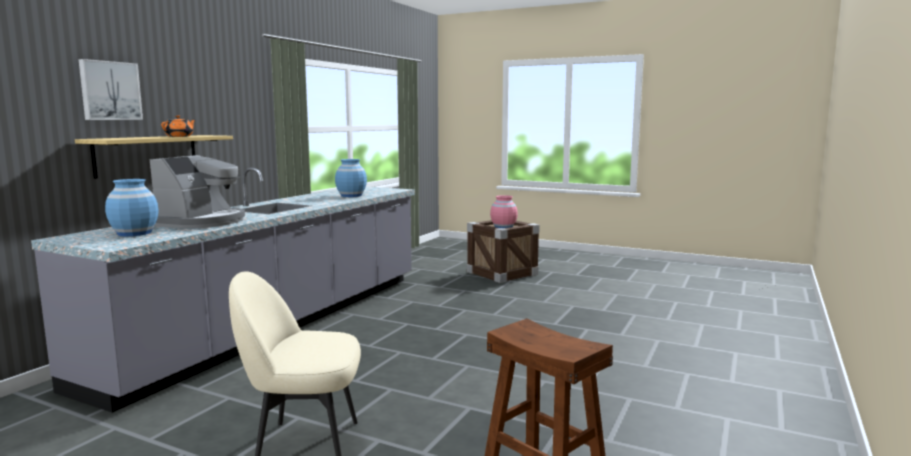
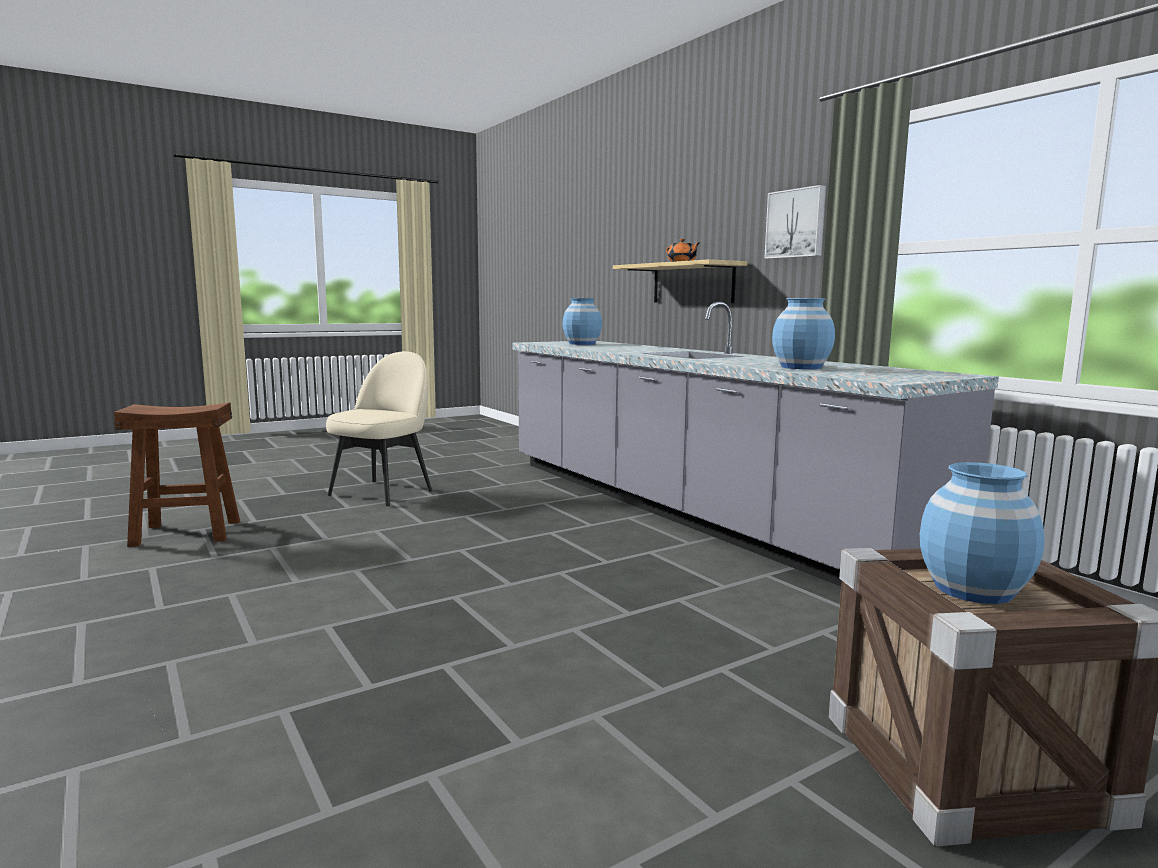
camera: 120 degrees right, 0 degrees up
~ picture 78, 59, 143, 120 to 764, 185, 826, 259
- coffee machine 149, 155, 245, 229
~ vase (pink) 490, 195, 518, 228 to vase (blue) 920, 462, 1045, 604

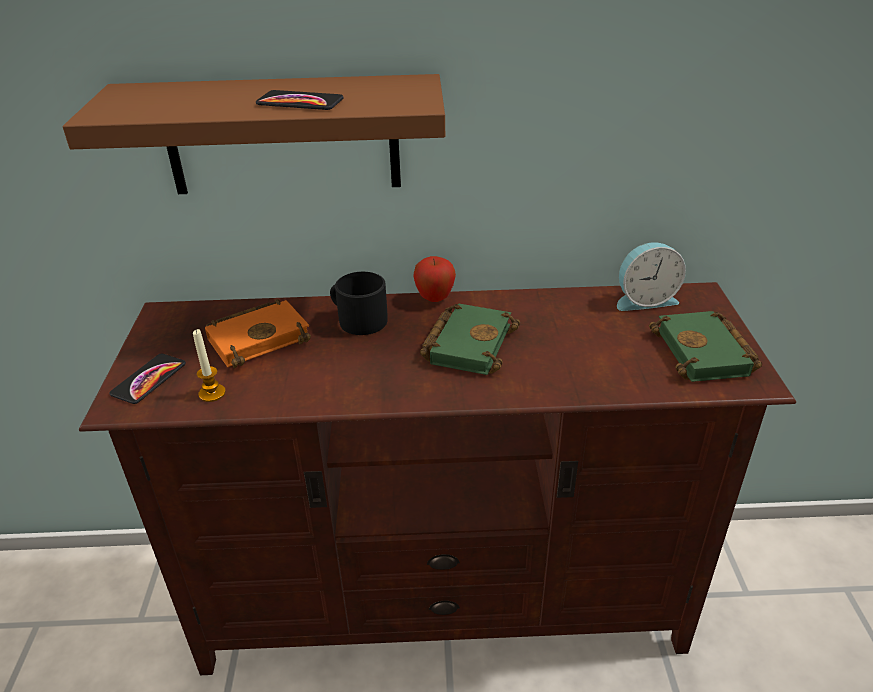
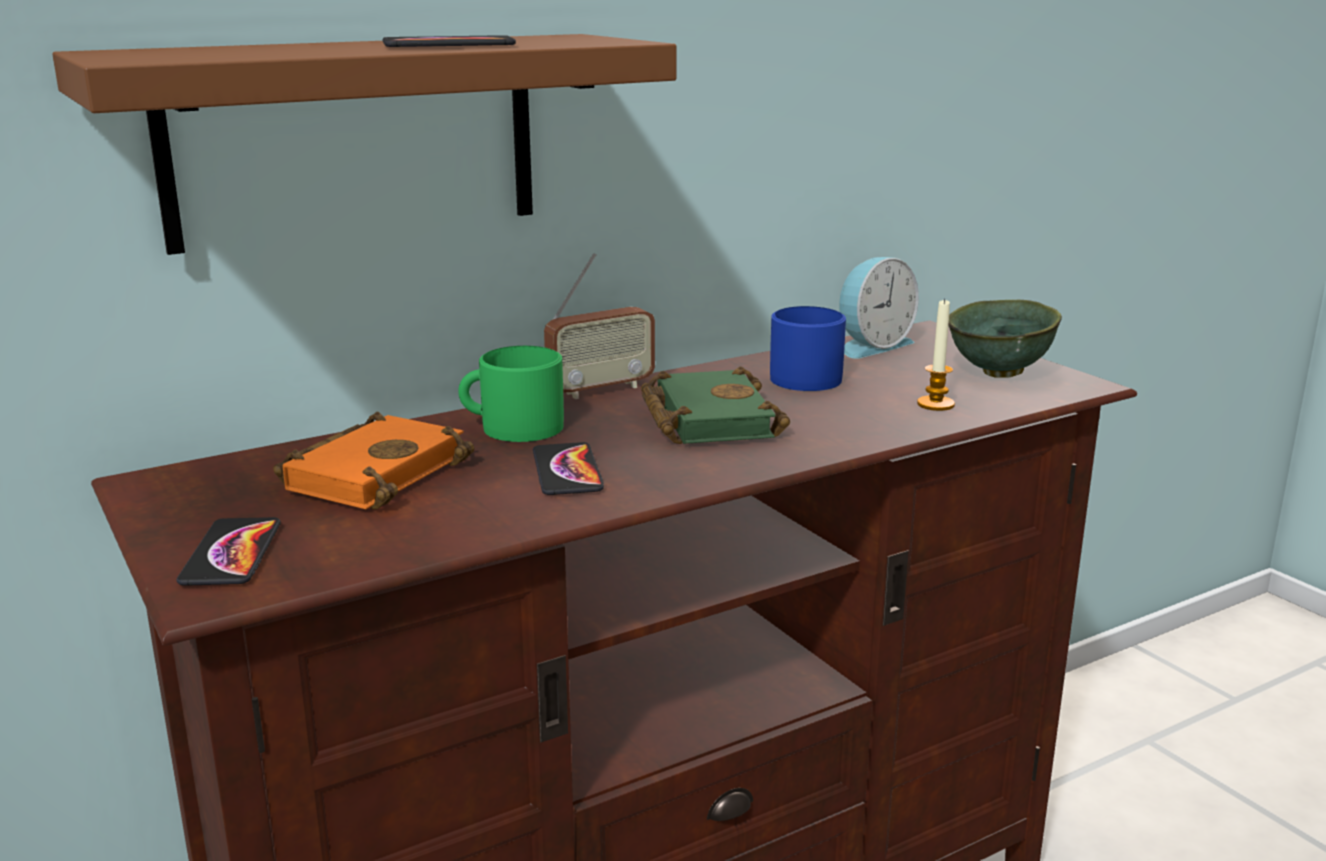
camera: 30 degrees left, 15 degrees down
~ apple 413, 256, 456, 302 to radio 544, 253, 655, 399
~ mug (black) 330, 272, 388, 335 to mug (green) 458, 346, 564, 442
~ book (green) 649, 311, 762, 382 to bowl (green) 948, 300, 1062, 378
~ candle 193, 329, 226, 402 to 917, 298, 955, 411
+ mug (blue) 770, 306, 846, 391
+ phone 533, 442, 604, 495

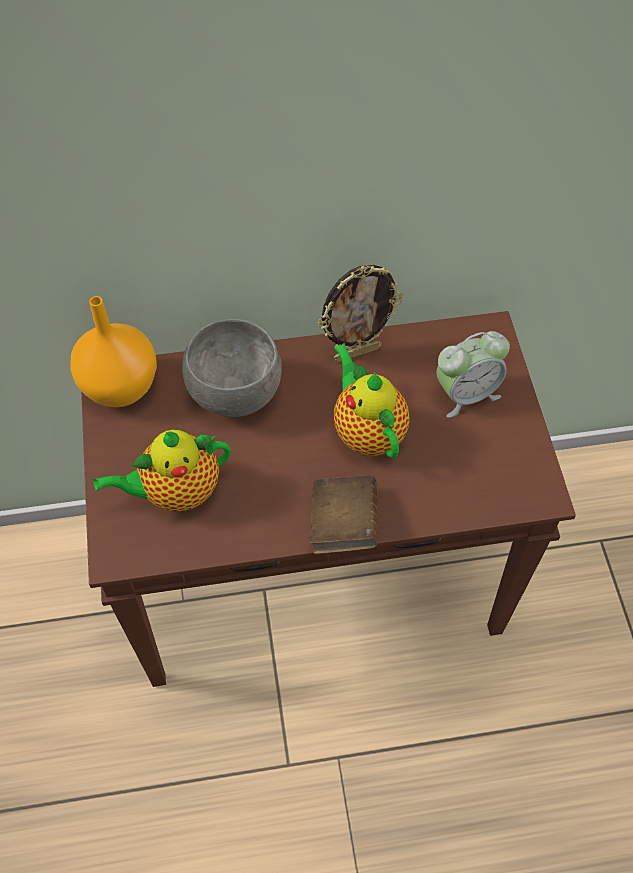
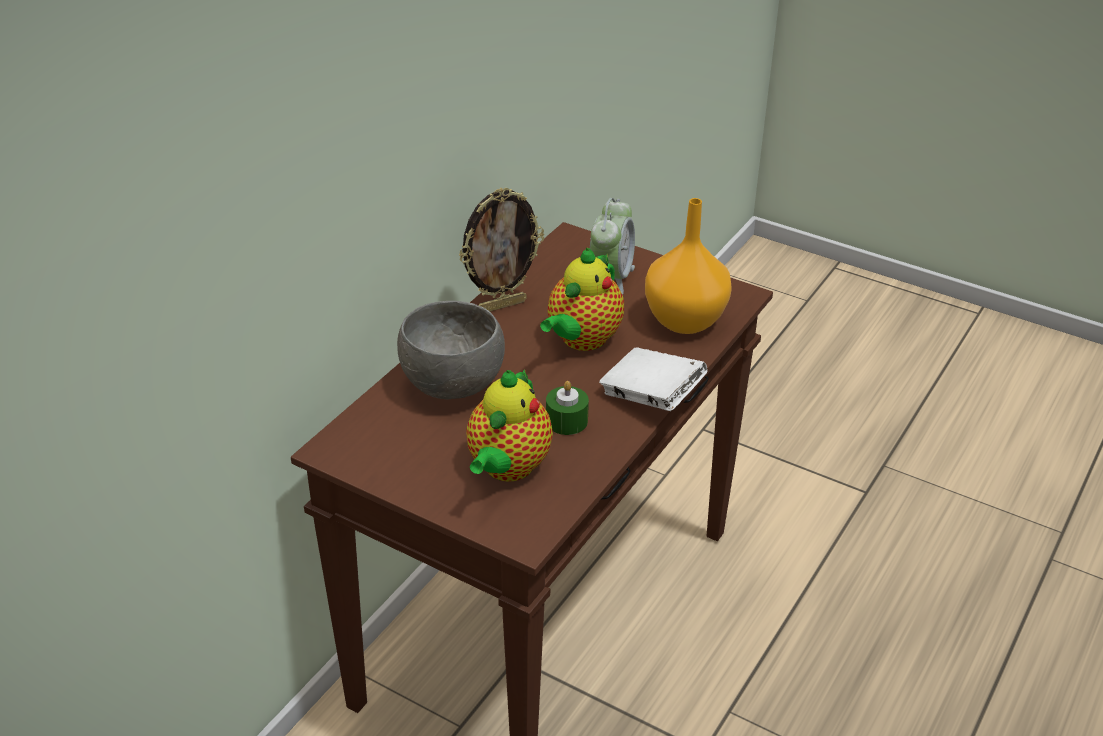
camera: 50 degrees left, 20 degrees down
~ picture frame 318, 265, 403, 363 = 459, 188, 544, 312 45 degrees clockwise
~ vase (orange) 71, 296, 157, 407 to 645, 198, 732, 334
~ teapot 334, 343, 410, 458 = 540, 247, 624, 351 75 degrees counterclockwise
~ book (brown) 309, 475, 377, 554 to book (white) 599, 348, 707, 411
+ candle (green) 546, 381, 589, 435

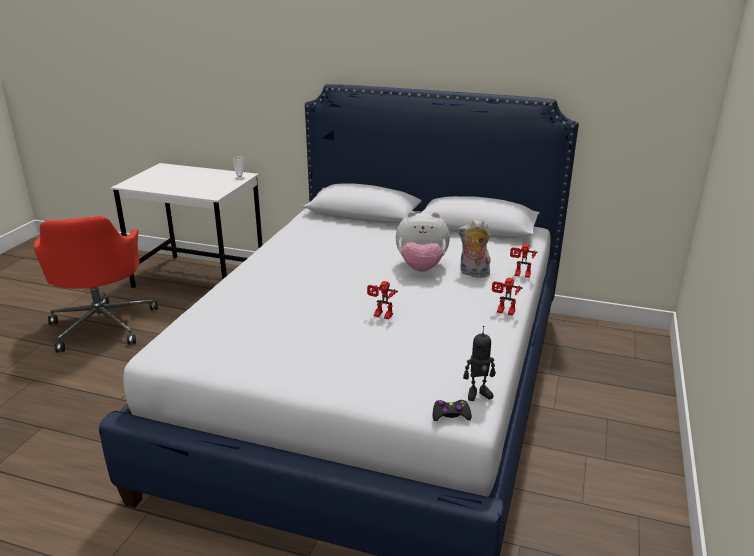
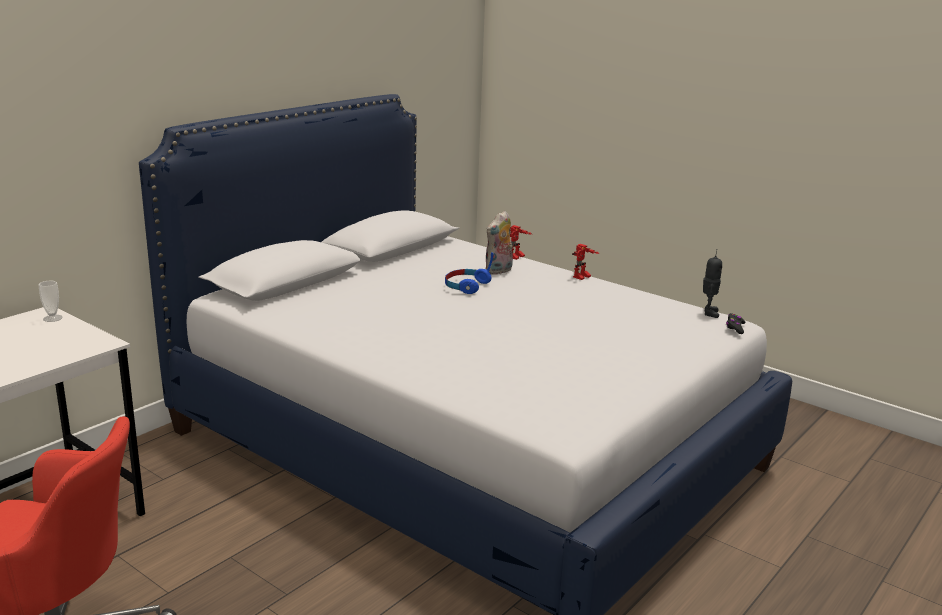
camera: 70 degrees left, 5 degrees down
~ plush toy 396, 211, 450, 272 to headphones (blue) 445, 252, 494, 294
- toy robot 367, 281, 398, 319

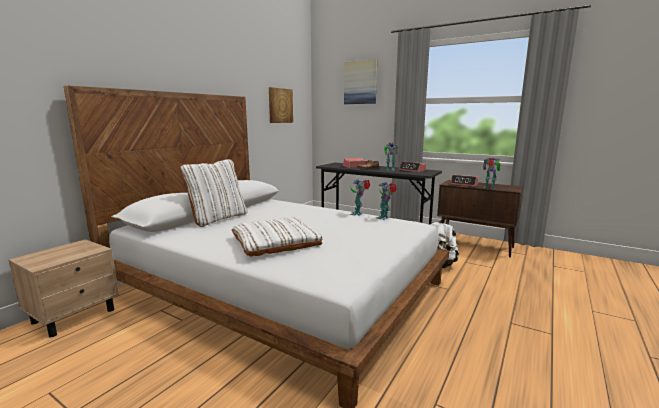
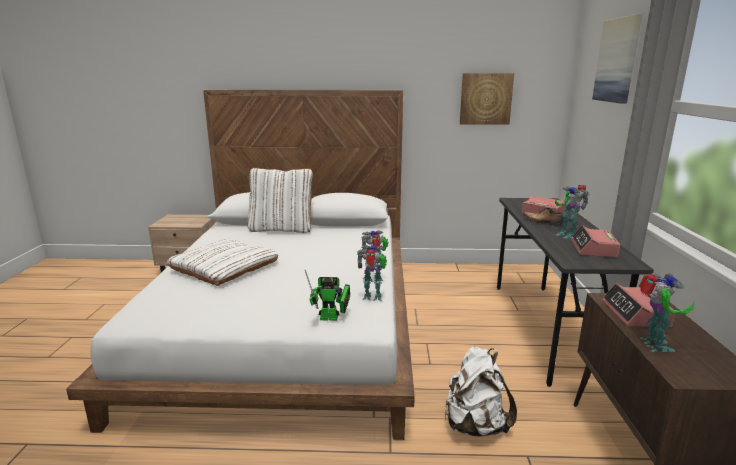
camera: 60 degrees right, 5 degrees up
+ toy robot 305, 270, 350, 321

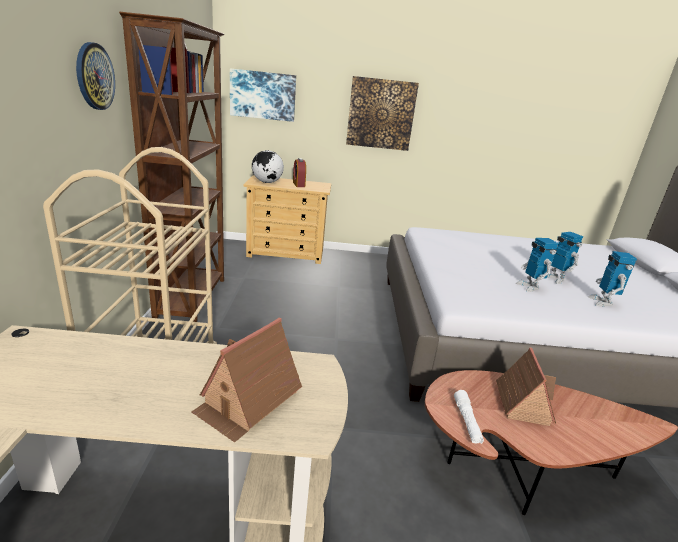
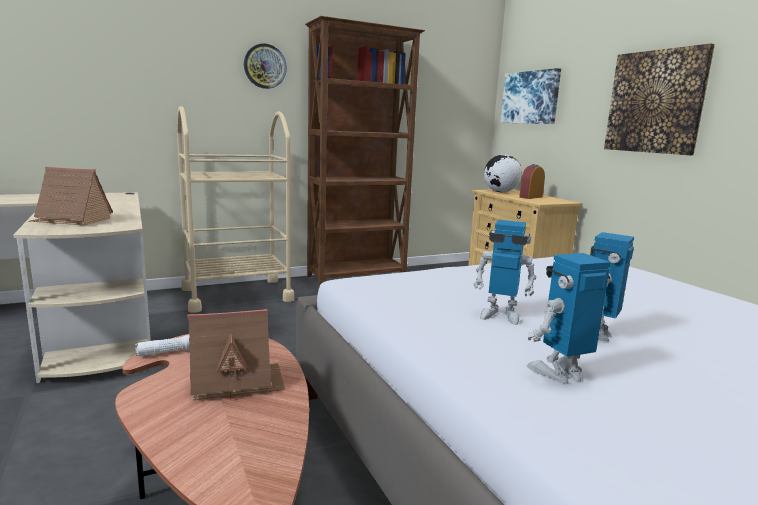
camera: 65 degrees right, 10 degrees down
~ toy robot 516, 238, 558, 292 = 473, 220, 536, 325 120 degrees counterclockwise

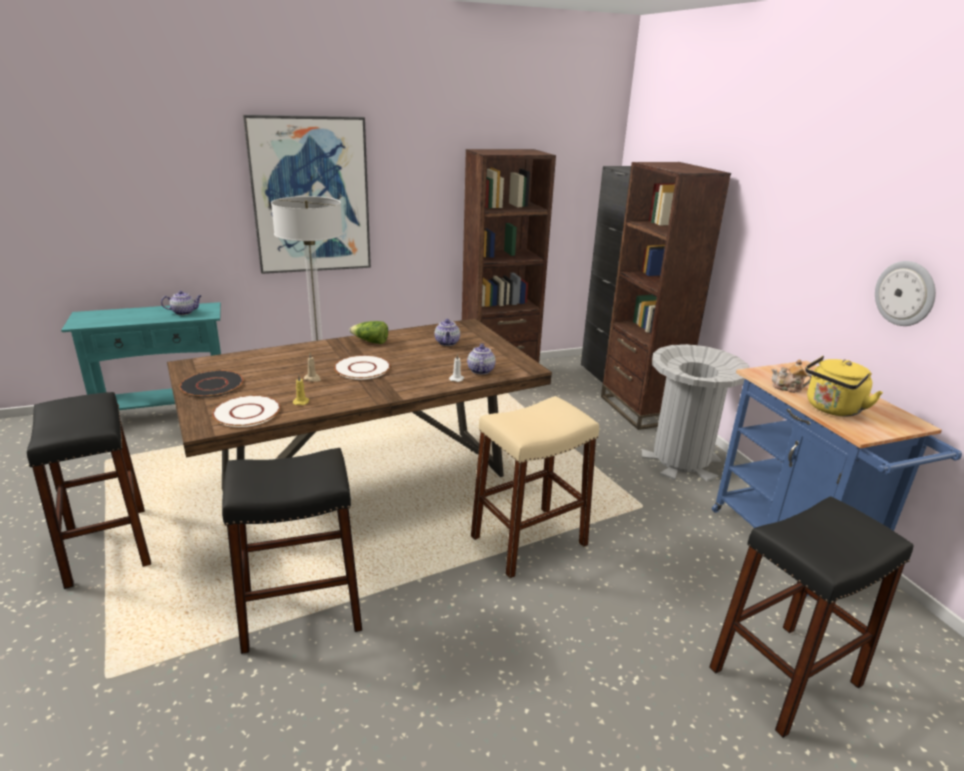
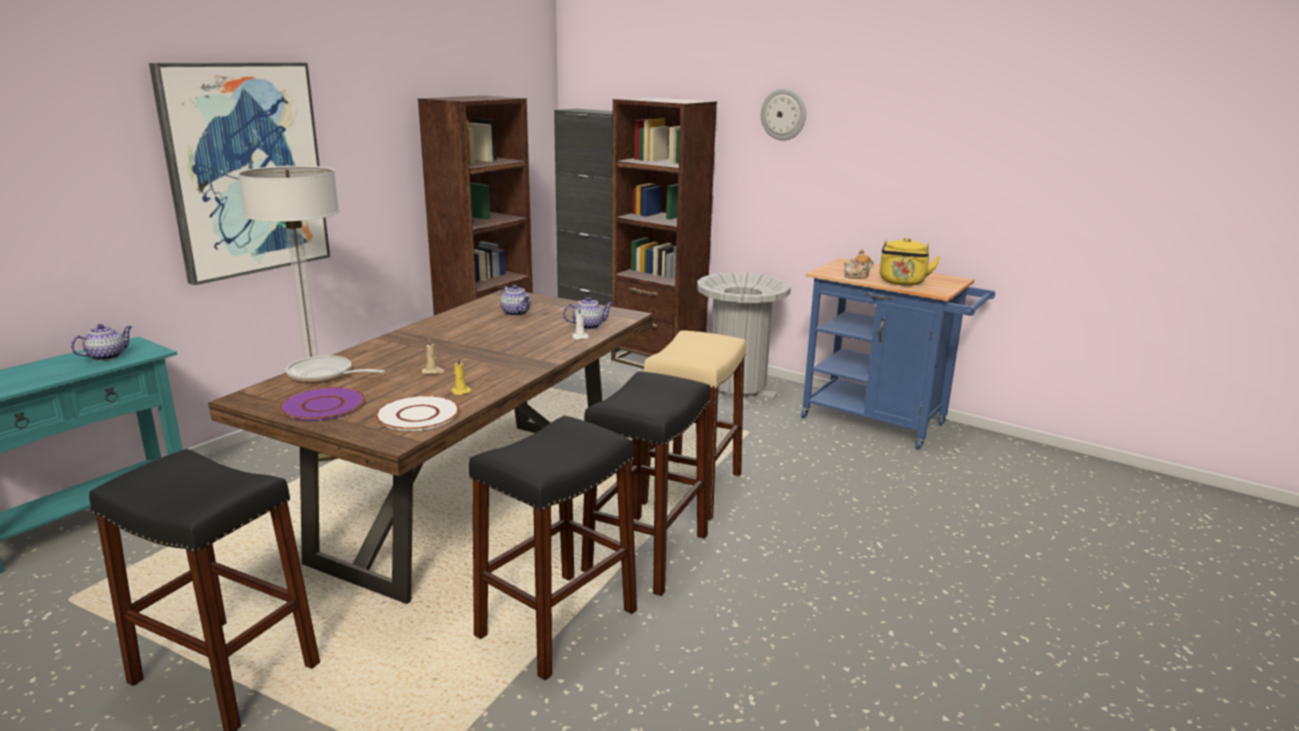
camera: 35 degrees left, 5 degrees down
~ wall clock 875, 261, 936, 326 to 761, 88, 806, 141
- lettuce 350, 321, 388, 344
~ teapot 467, 344, 495, 374 = 563, 297, 613, 330 105 degrees clockwise
- plate (white) 334, 355, 390, 379
~ plate (black) 179, 370, 244, 398 to plate (purple) 280, 387, 365, 421
~ stool (black) 709, 496, 913, 738 to 581, 371, 711, 596
+ frying pan 286, 355, 385, 383

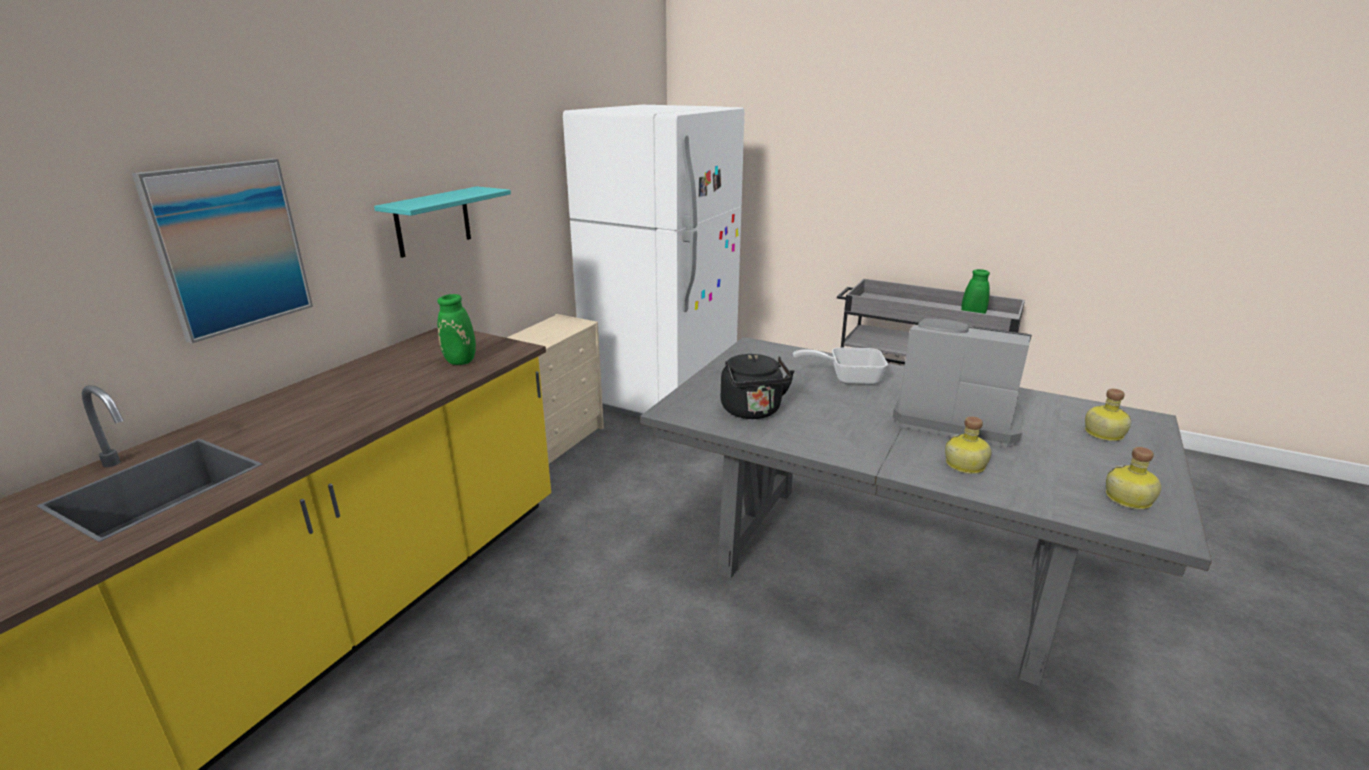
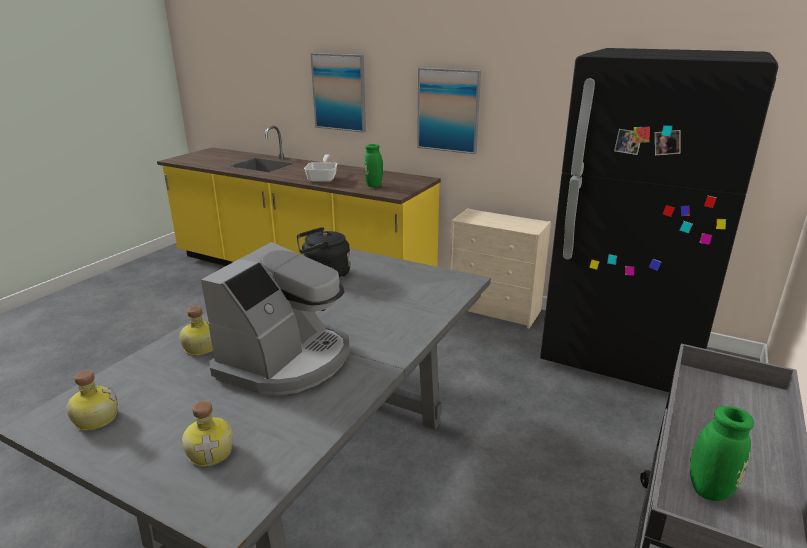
camera: 90 degrees right, 0 degrees up
~ fridge (white) 563, 105, 744, 417 to fridge (black) 540, 48, 778, 392
~ shelf (turquoise) 374, 186, 511, 258 to picture 417, 68, 481, 154
~ frying pan 793, 348, 888, 385 to 304, 154, 338, 182

